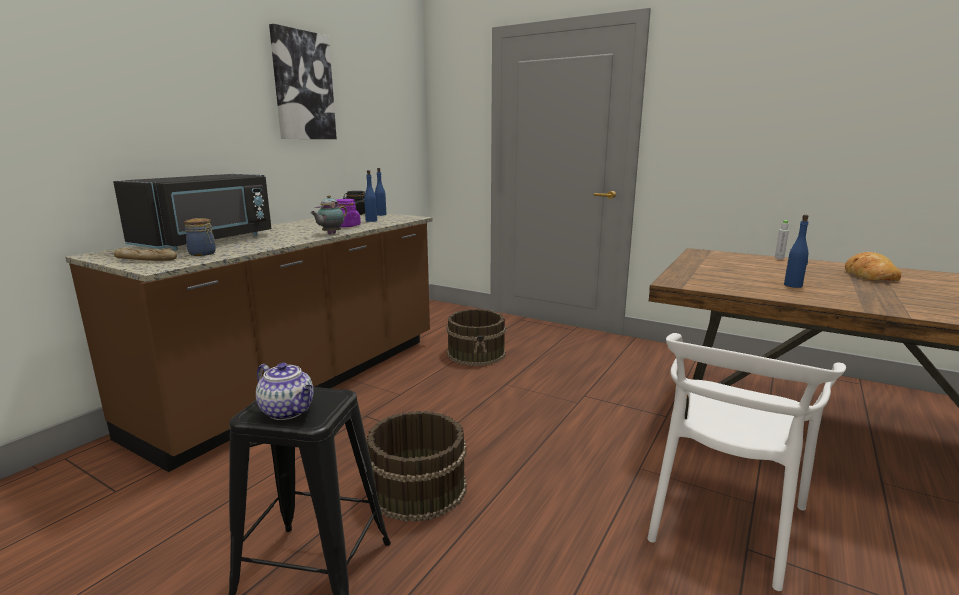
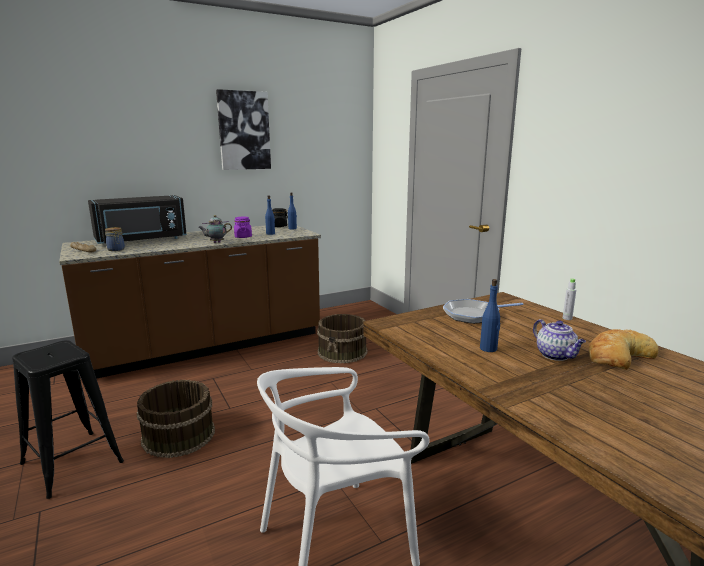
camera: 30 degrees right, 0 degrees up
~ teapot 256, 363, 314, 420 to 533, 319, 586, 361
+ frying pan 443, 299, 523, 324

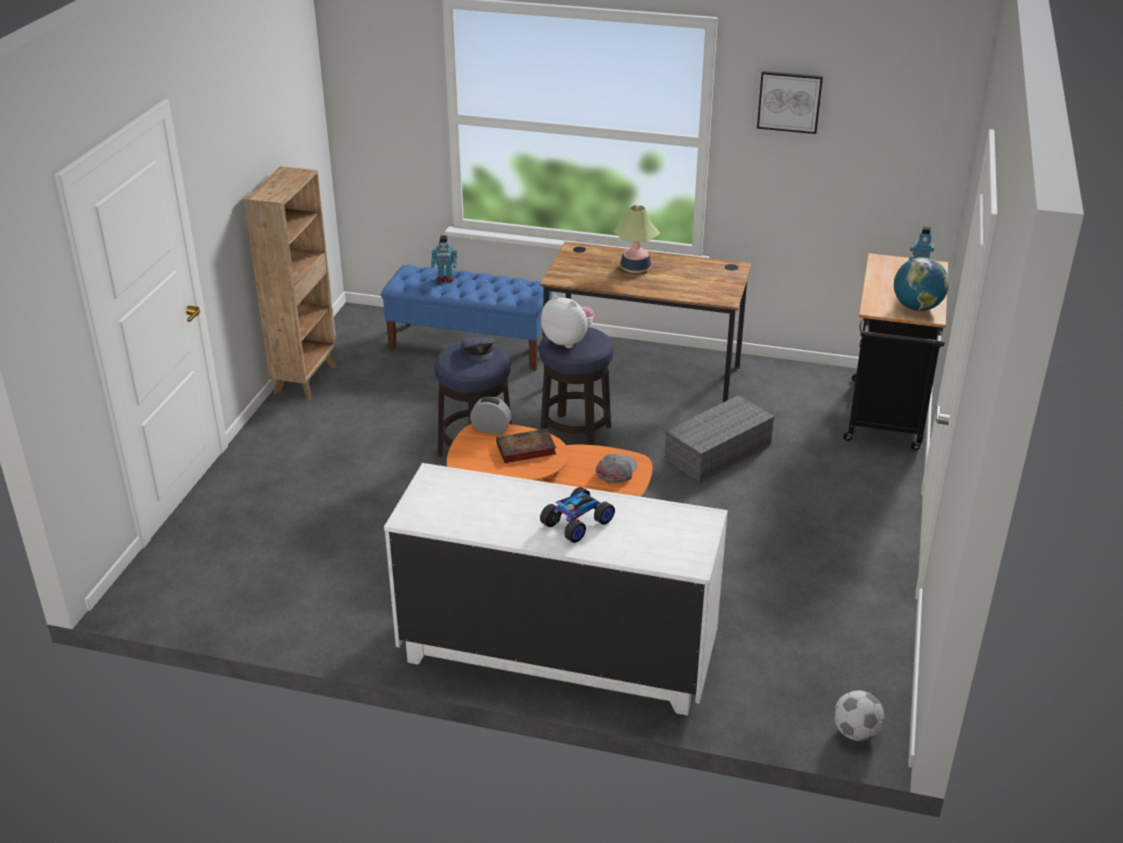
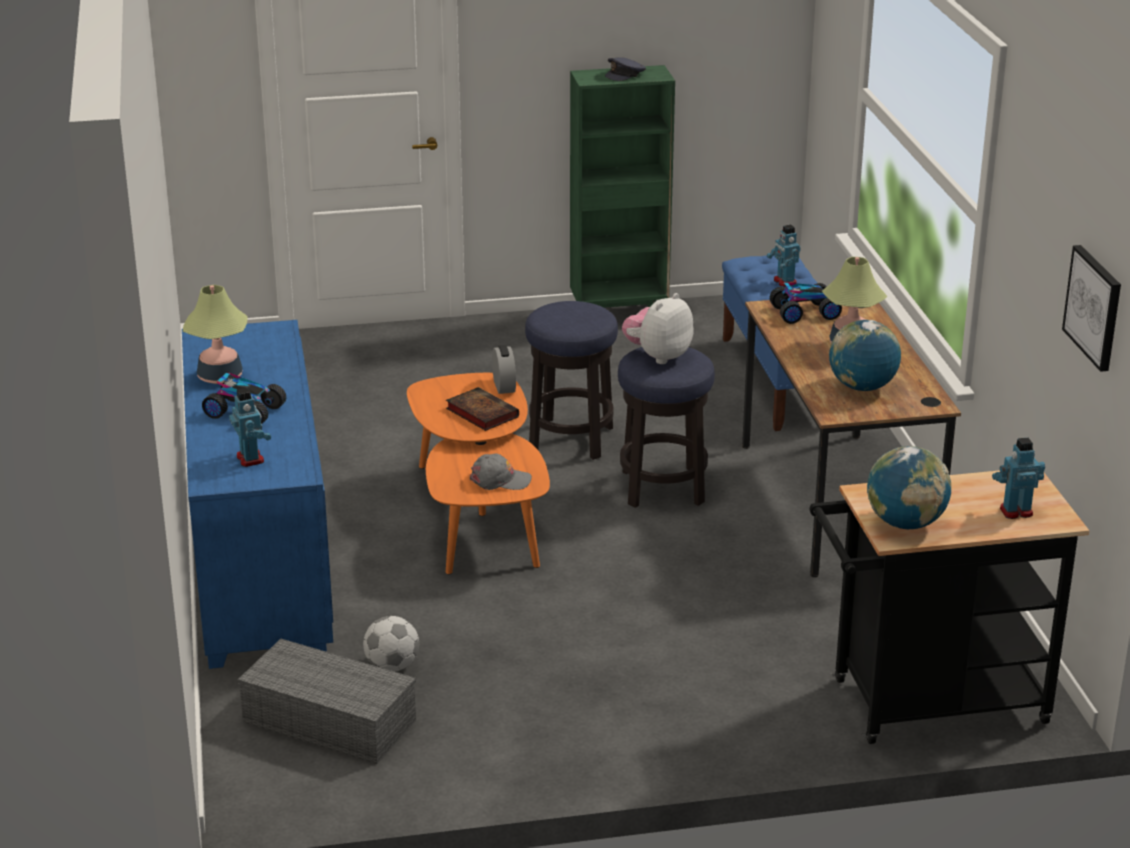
camera: 65 degrees right, 5 degrees down
~ picture 757, 71, 823, 134 to 1062, 245, 1121, 372
~ bookcase (brown) 244, 166, 337, 400 to bookcase (green) 570, 65, 675, 308
~ plush toy 541, 295, 595, 348 = 622, 293, 694, 364 150 degrees counterclockwise
~ cap (grey) 461, 337, 495, 361 to 605, 57, 646, 81
~ storage box (grey) 664, 395, 775, 482 to 238, 639, 416, 764
~ dresser (white) 384, 463, 728, 716 to dresser (blue) 182, 320, 333, 669
~ football 834, 690, 884, 741 to 363, 616, 419, 672
+ toy car 770, 282, 842, 324
+ table lamp 183, 285, 248, 384
+ globe 829, 320, 901, 391
+ toy robot 229, 388, 271, 467

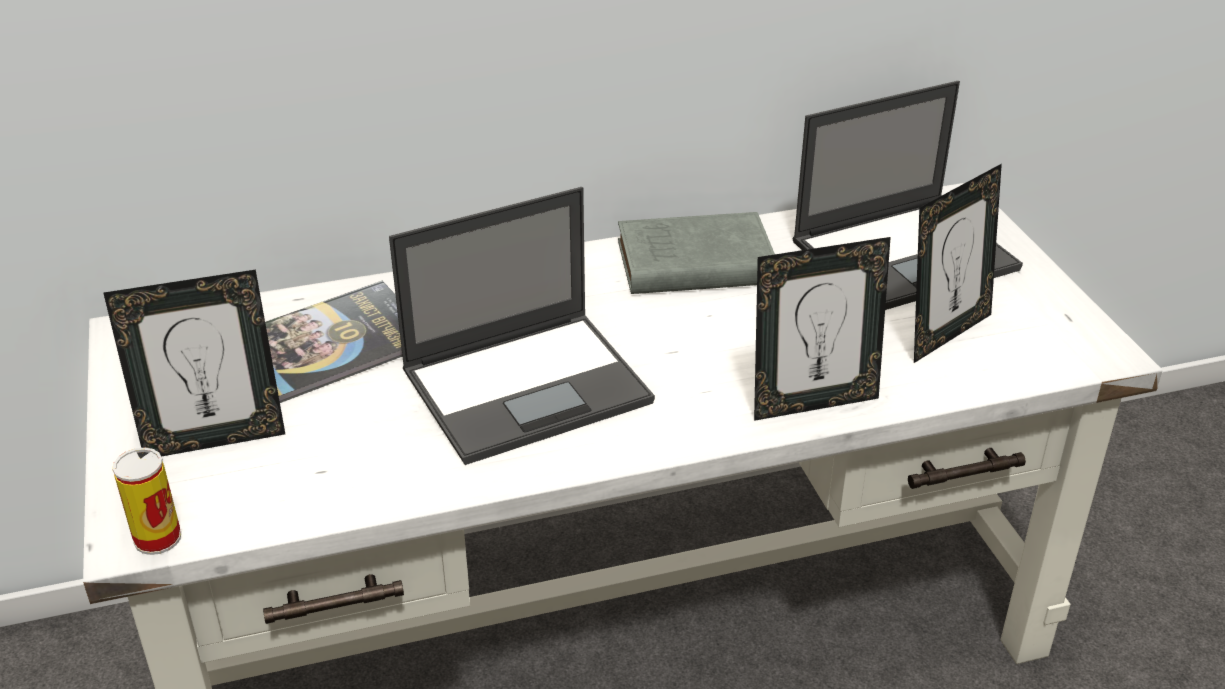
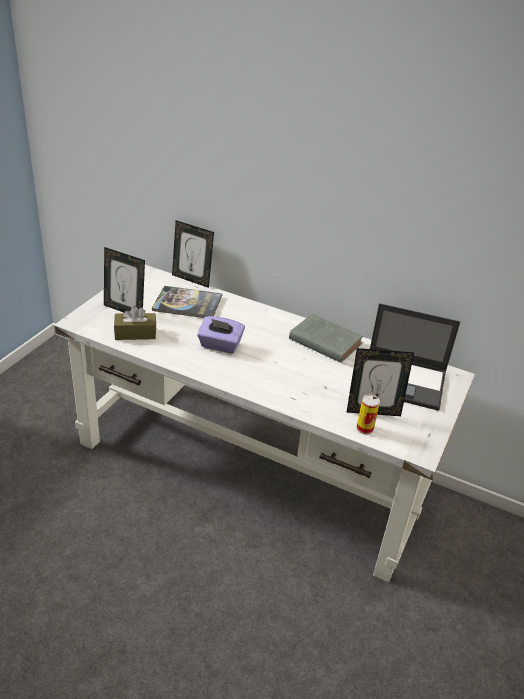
camera: 40 degrees right, 0 degrees up
~ laptop 389, 187, 655, 465 to tissue box (purple) 197, 316, 245, 354
~ picture frame 754, 237, 891, 421 to 172, 220, 214, 288
~ can 112, 448, 181, 555 to 356, 394, 380, 435
+ tissue box (brown) 114, 306, 156, 340

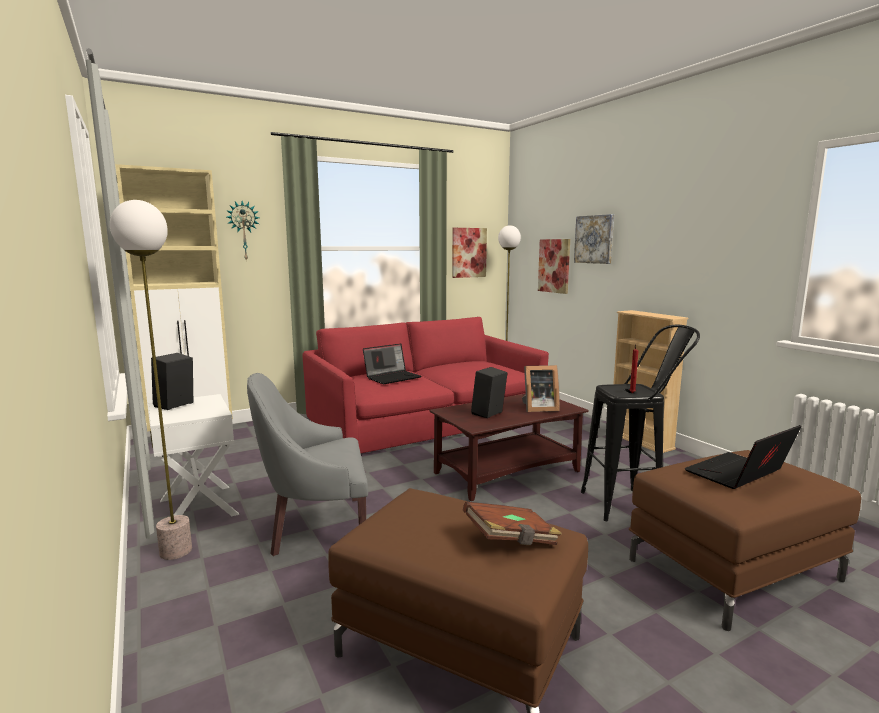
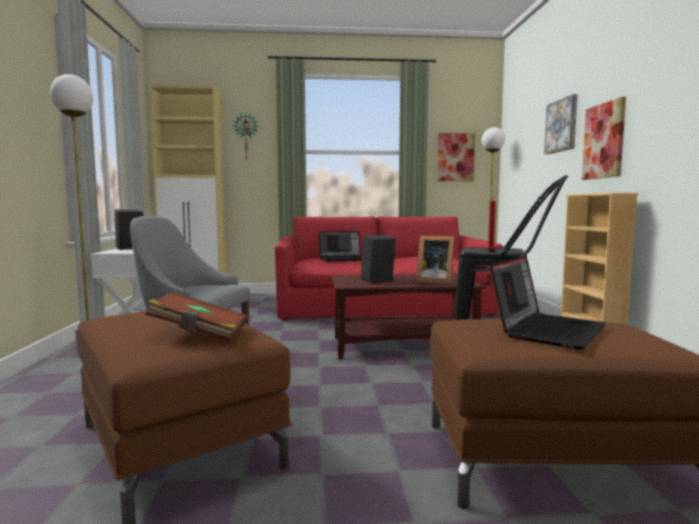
camera: 25 degrees right, 5 degrees down
~ picture 538, 239, 570, 294 to 582, 97, 626, 180
~ laptop 684, 425, 801, 489 = 490, 256, 606, 350 135 degrees clockwise

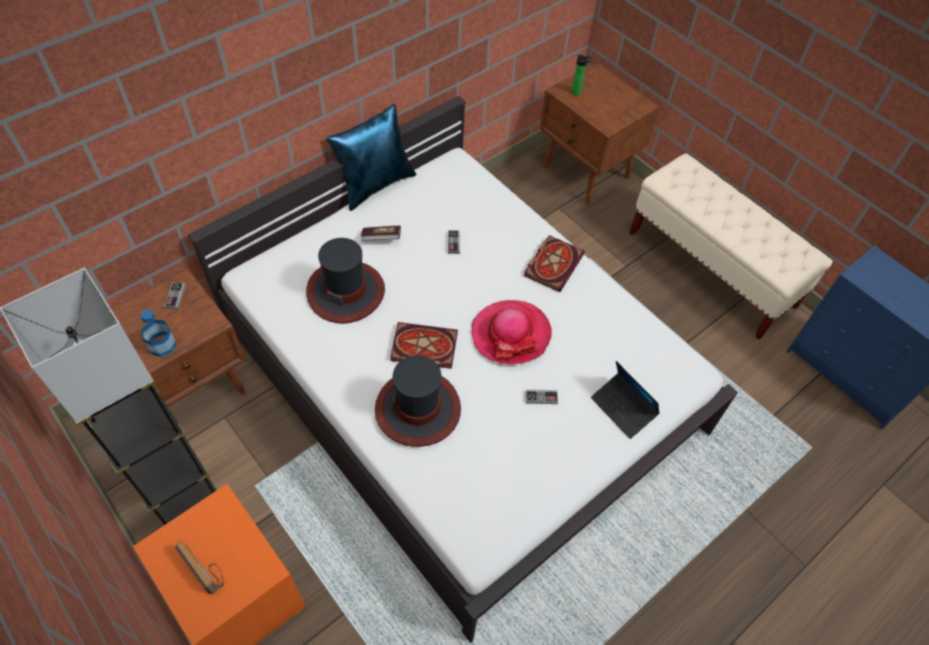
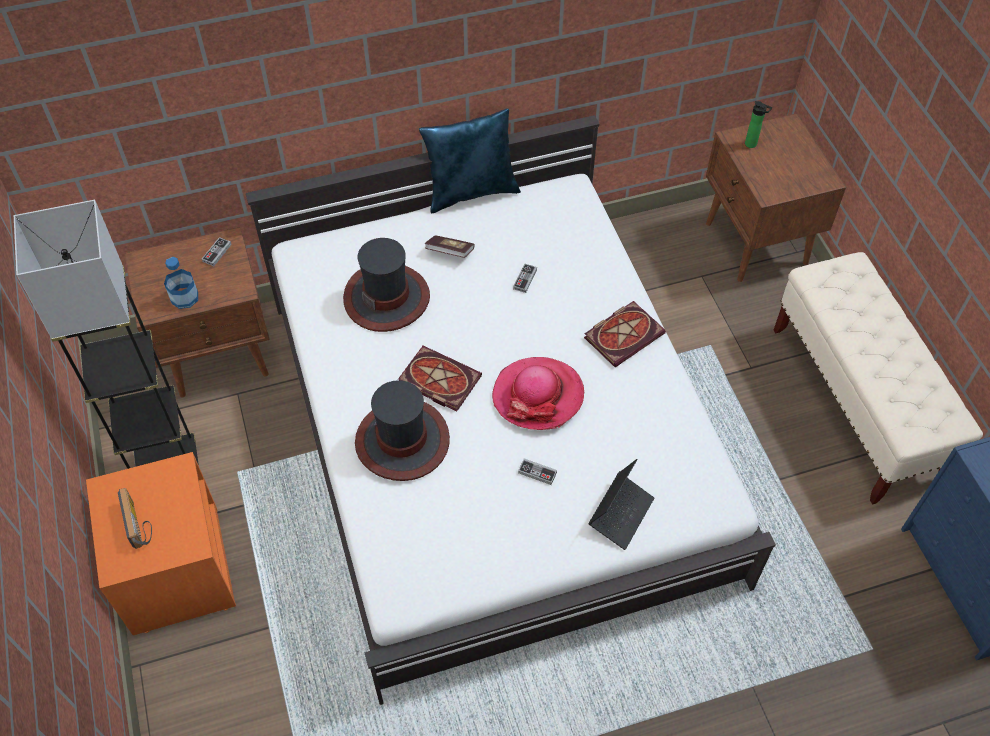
camera: 25 degrees right, 0 degrees up
~ laptop 591, 361, 660, 439 = 588, 459, 654, 550 135 degrees counterclockwise

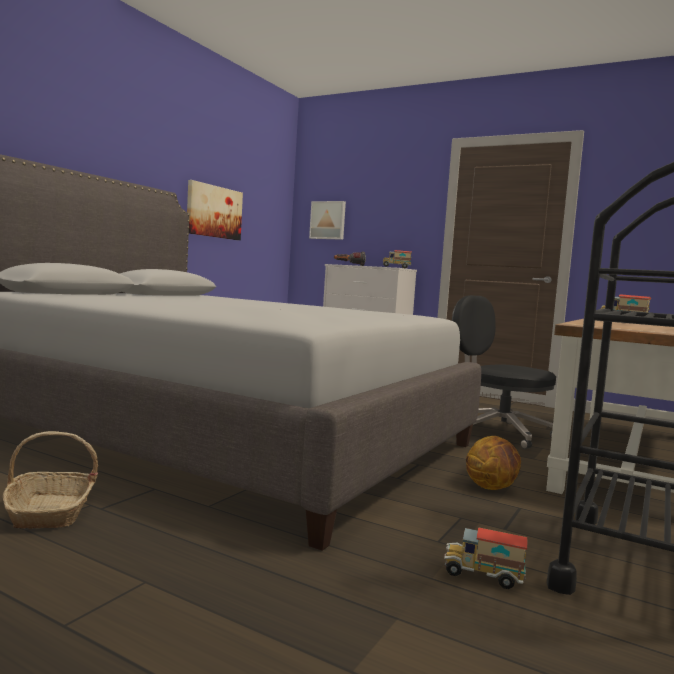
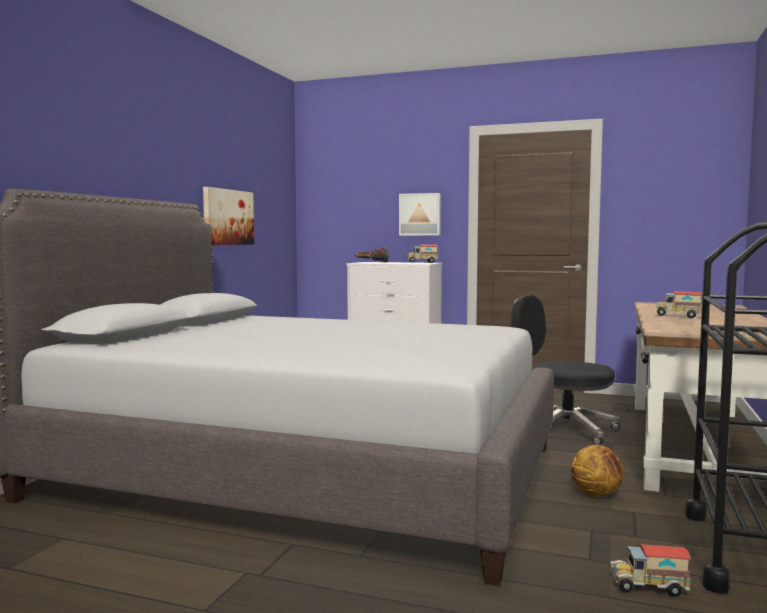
camera: 10 degrees left, 0 degrees up
~ picture 309, 201, 346, 240 to 399, 193, 441, 236
- basket 3, 431, 98, 529

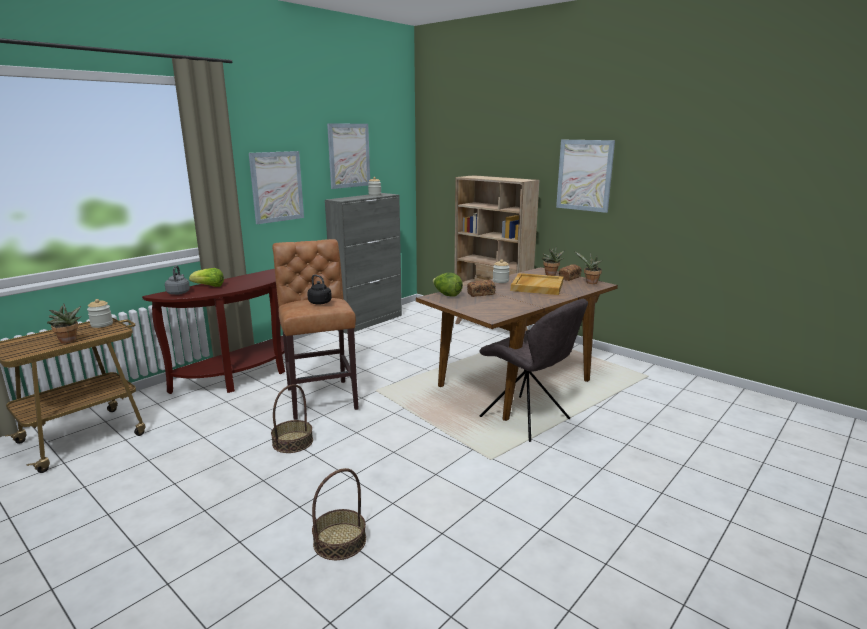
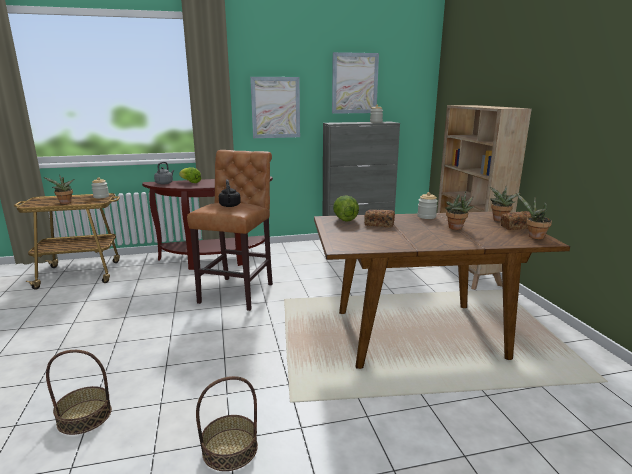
camera: 35 degrees right, 0 degrees up
- picture 556, 140, 615, 213
~ tray (beige) 511, 273, 563, 295 to potted plant 445, 192, 474, 230
- chair (grey) 479, 299, 588, 442
~ basket 271, 384, 313, 453 to 196, 376, 258, 471

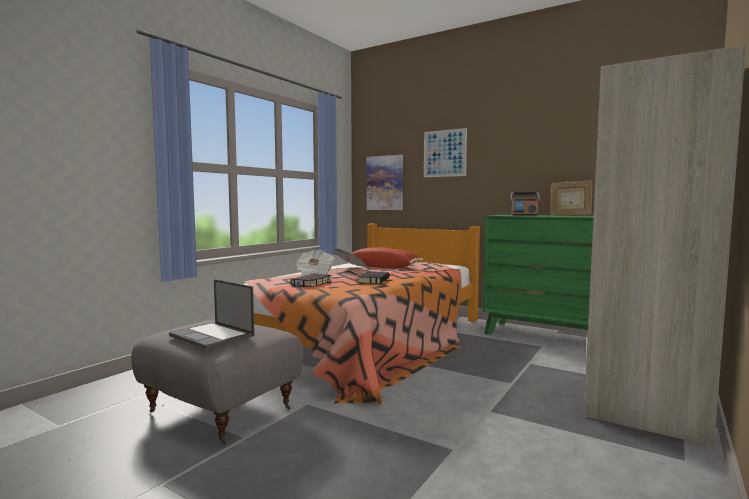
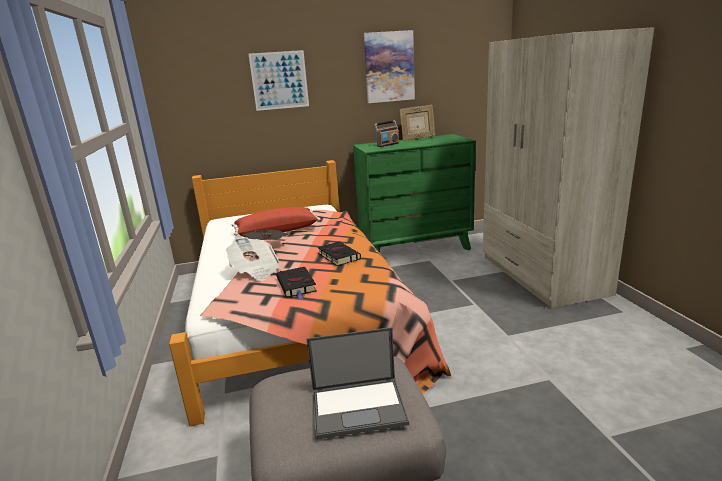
camera: 45 degrees left, 15 degrees up
~ picture 367, 155, 403, 210 to 364, 30, 415, 103

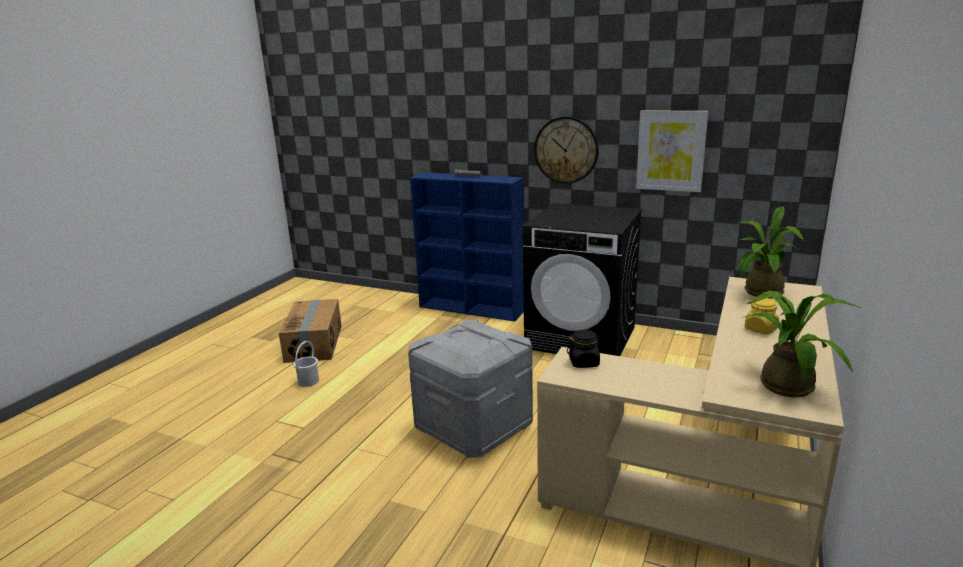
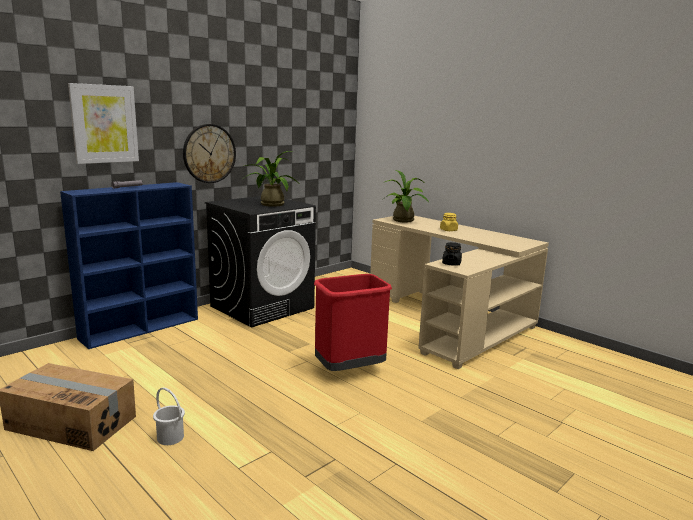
camera: 70 degrees left, 5 degrees down
~ picture 636, 110, 708, 192 to 68, 83, 139, 164
~ potted plant 742, 291, 860, 397 to 242, 151, 301, 207
~ storage box (grey) 408, 320, 533, 458 to trash can (red) 314, 274, 392, 371

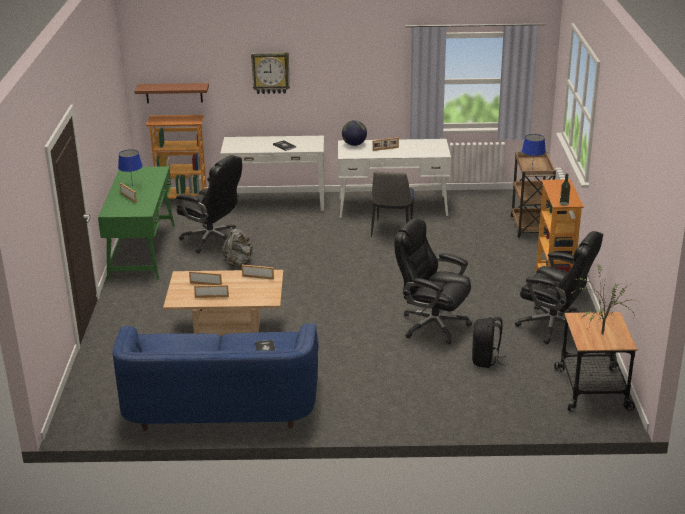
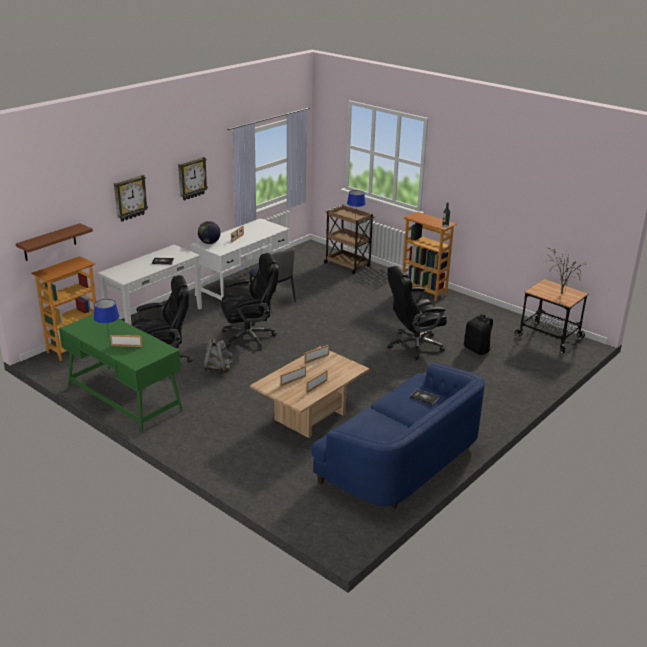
camera: 50 degrees left, 0 degrees up
~ office chair (black) 515, 231, 603, 344 to 221, 253, 279, 350
+ wall clock 178, 157, 208, 200

